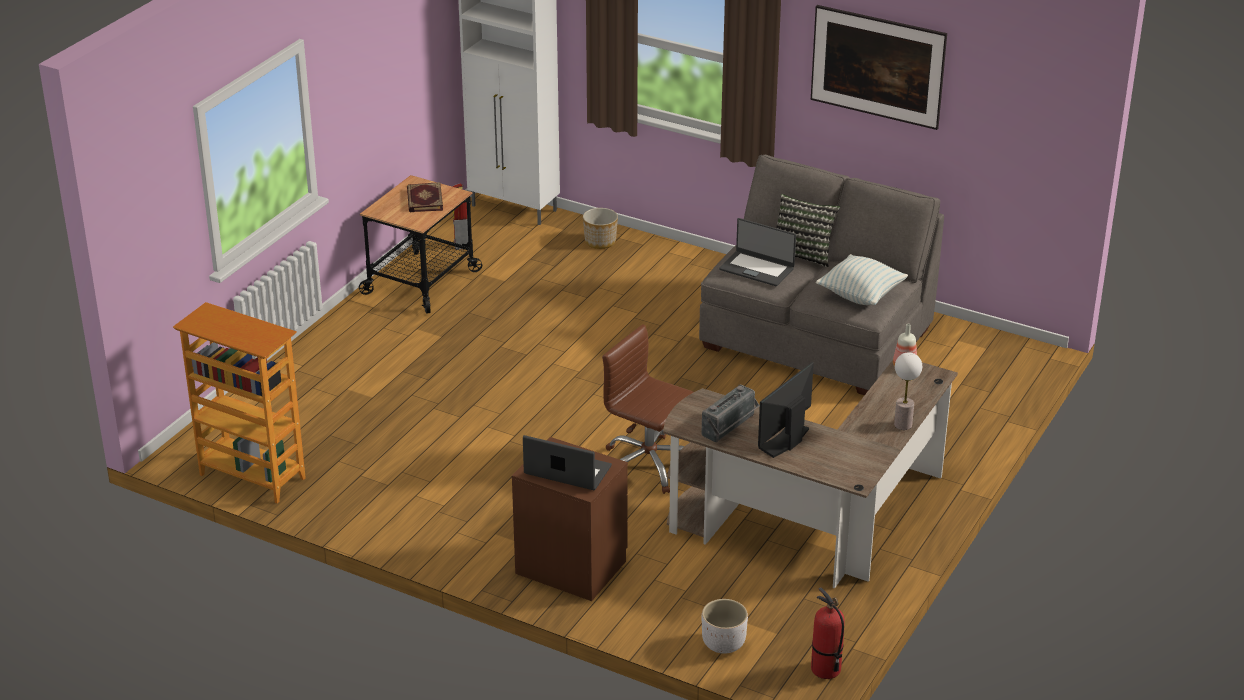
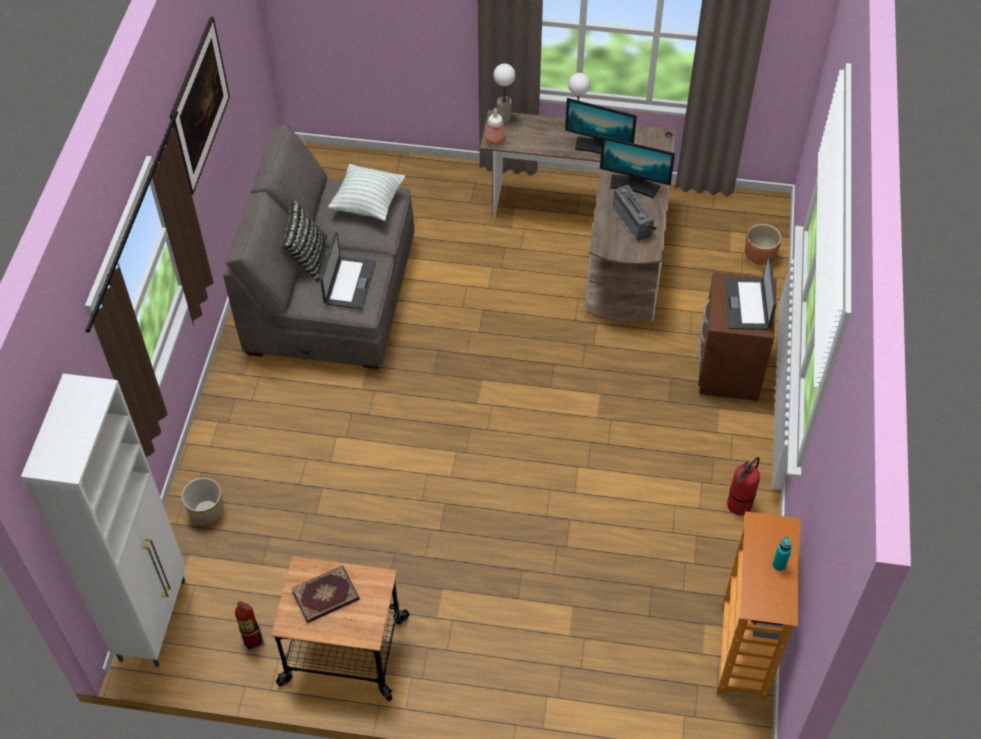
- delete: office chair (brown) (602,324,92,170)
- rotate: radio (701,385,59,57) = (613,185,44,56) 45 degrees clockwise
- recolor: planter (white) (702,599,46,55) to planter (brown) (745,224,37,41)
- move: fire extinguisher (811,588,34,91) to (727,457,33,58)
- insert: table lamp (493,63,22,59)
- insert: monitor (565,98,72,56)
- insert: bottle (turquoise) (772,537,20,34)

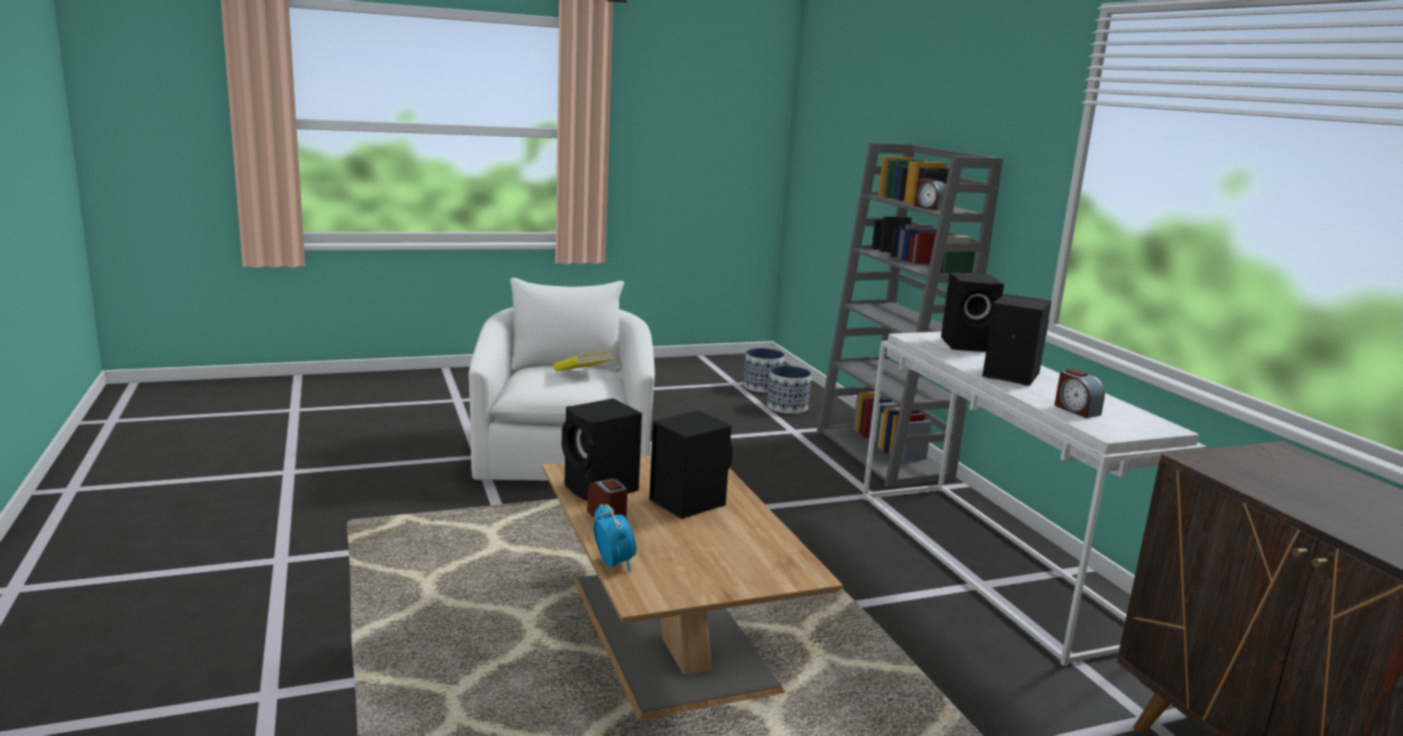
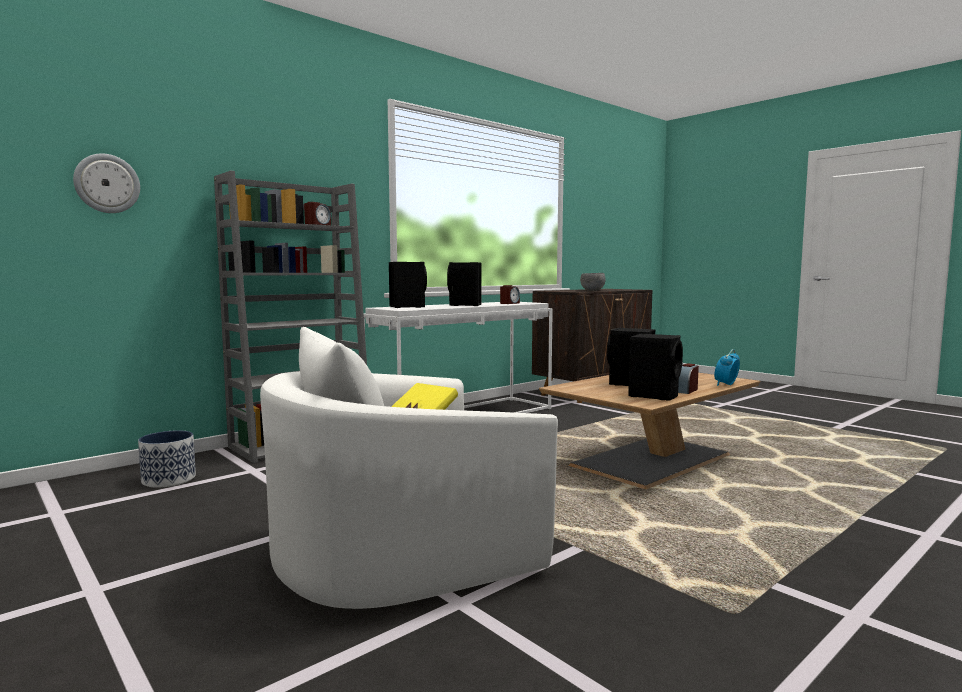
- delete: planter (743,348,42,45)
- insert: wall clock (73,153,67,60)
- insert: bowl (grey) (580,273,25,18)

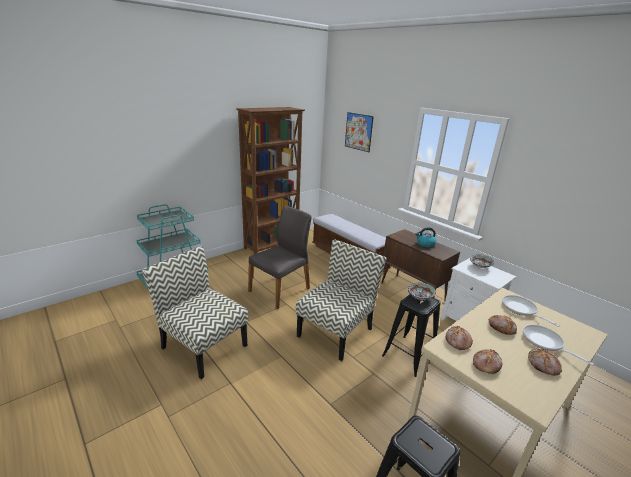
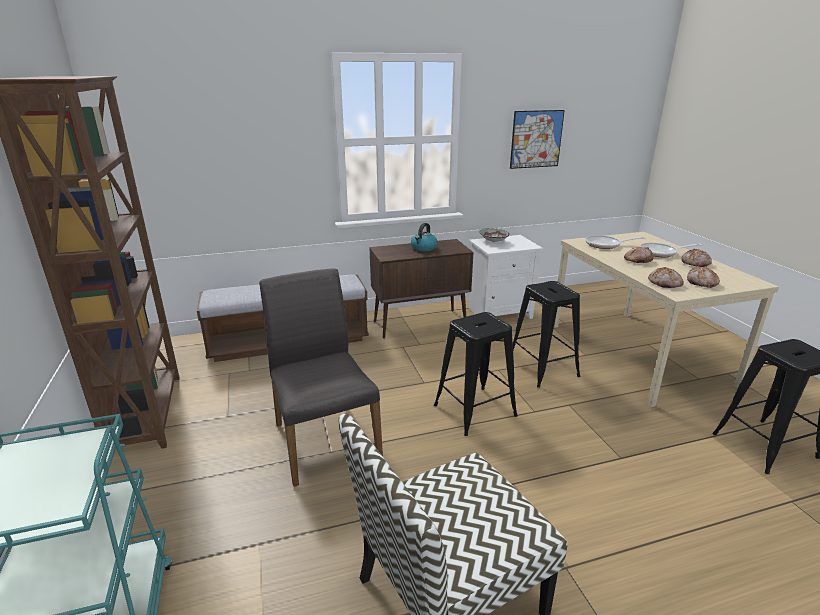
- replace: chair (296,239,90,122) to stool (black) (434,312,84,124)
- move: picture (345,112,29,40) to (510,110,55,59)
- delete: bowl (408,283,28,17)

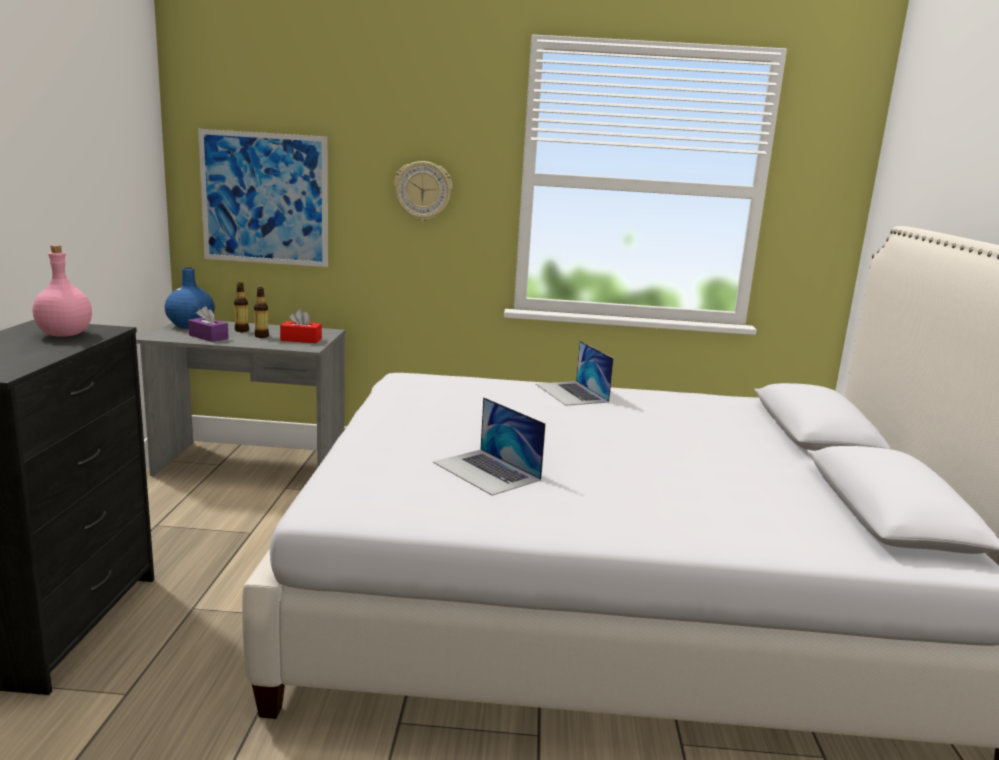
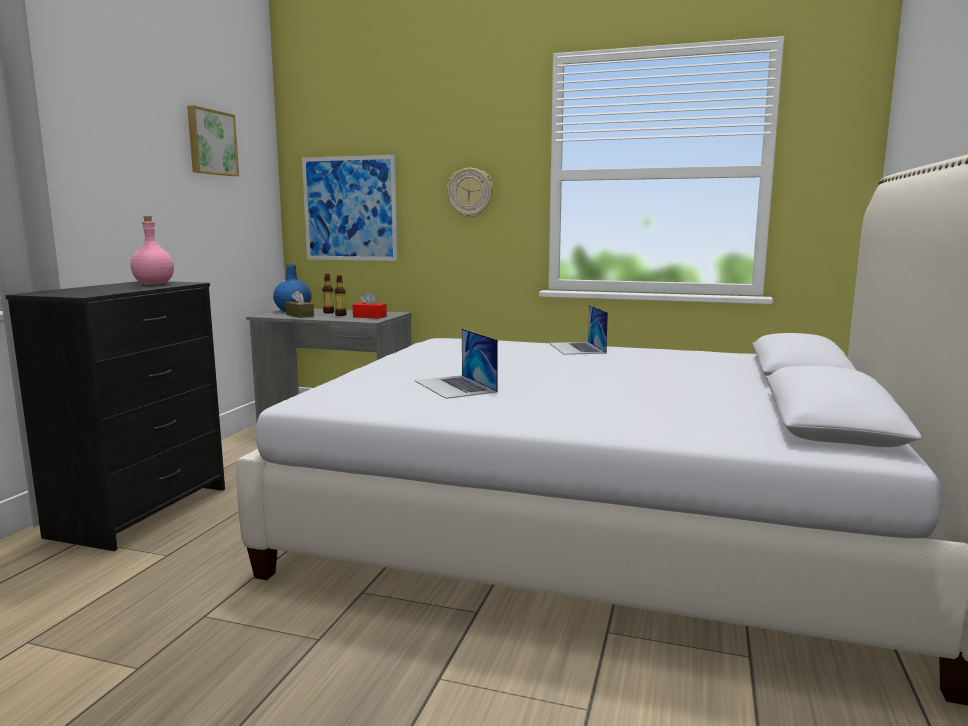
- recolor: tissue box (purple) (188,306,41,36) to tissue box (brown) (286,290,28,28)
- insert: picture (187,105,52,71)

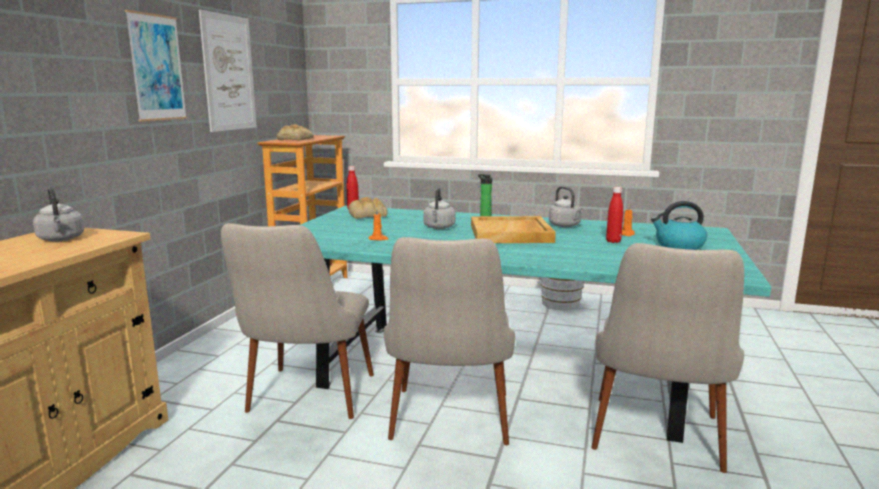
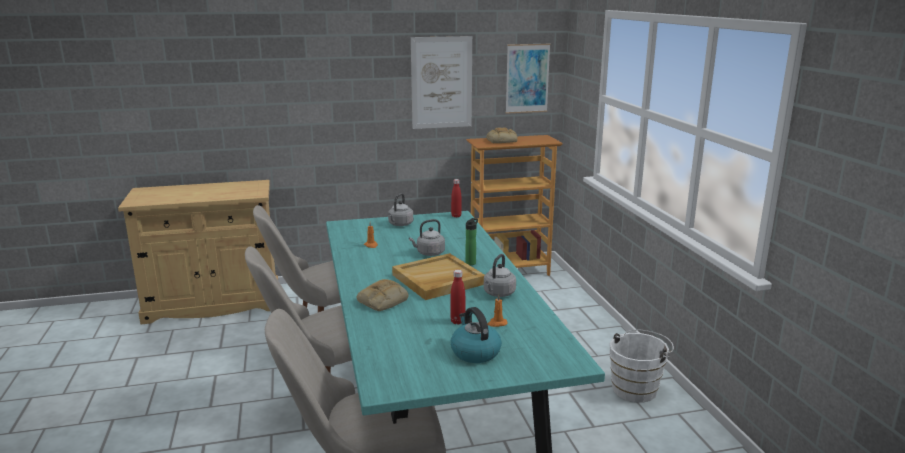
- move: kettle (grey) (33,187,51,54) to (388,193,25,33)
- move: picture (125,10,62,112) to (506,44,44,70)
- move: bread (349,197,38,22) to (357,279,51,32)

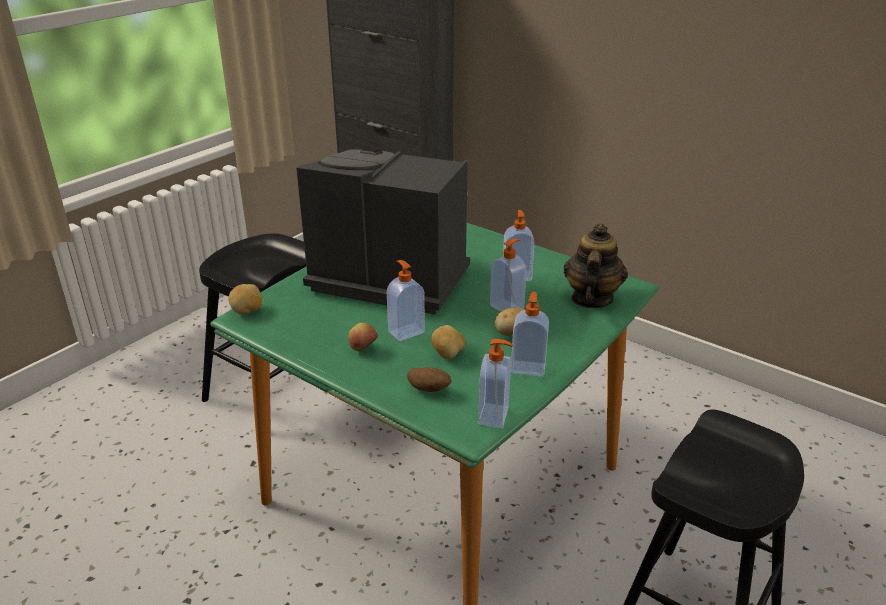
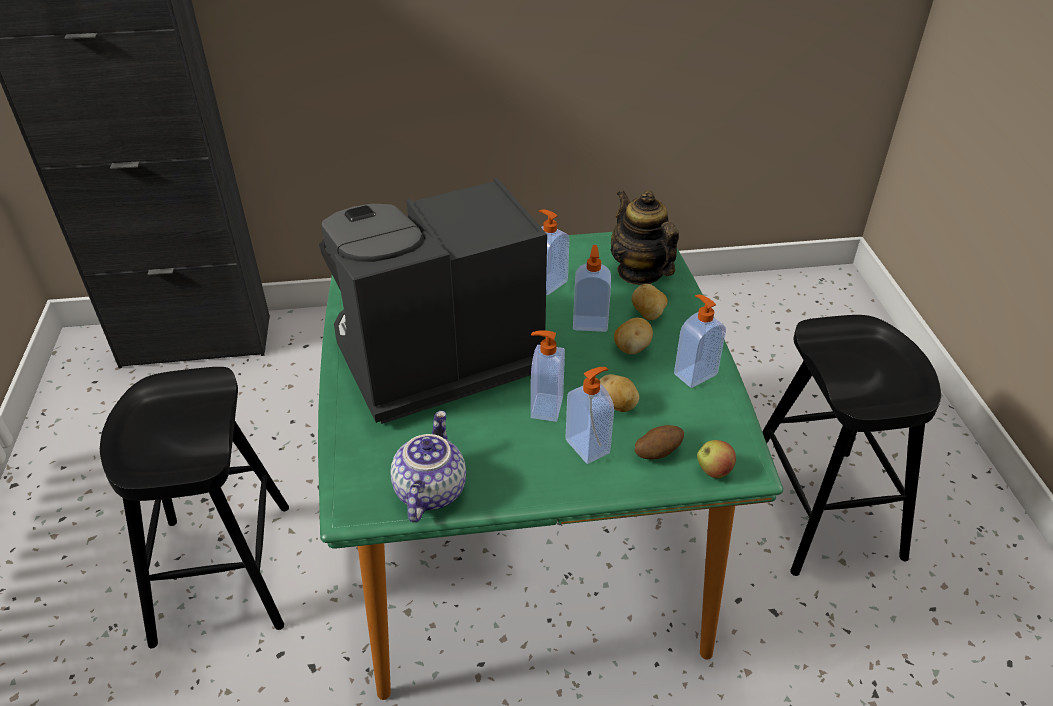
- move: potato (229,284,33,30) to (632,284,36,36)
- move: apple (349,322,28,29) to (697,440,39,39)
- move: soap dispenser (478,339,35,89) to (566,367,48,97)
- insert: teapot (390,411,76,112)

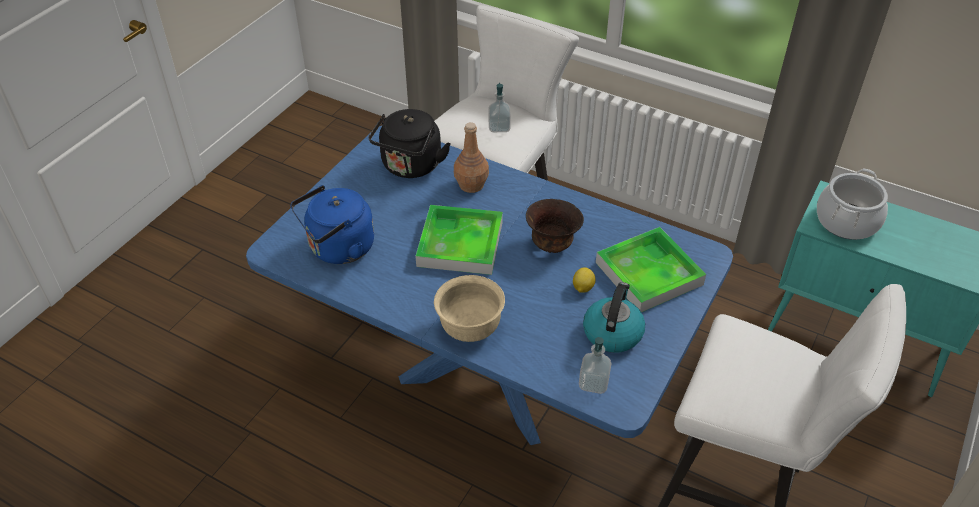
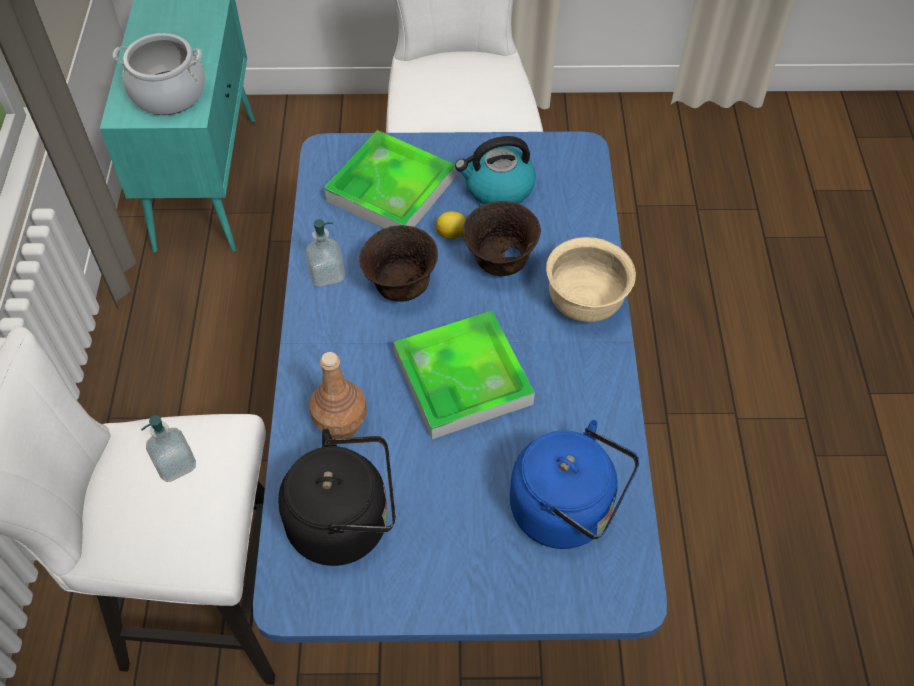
- move: soap dispenser (579,337,32,57) to (306,219,39,68)
- insert: bowl (brown) (463,201,78,75)

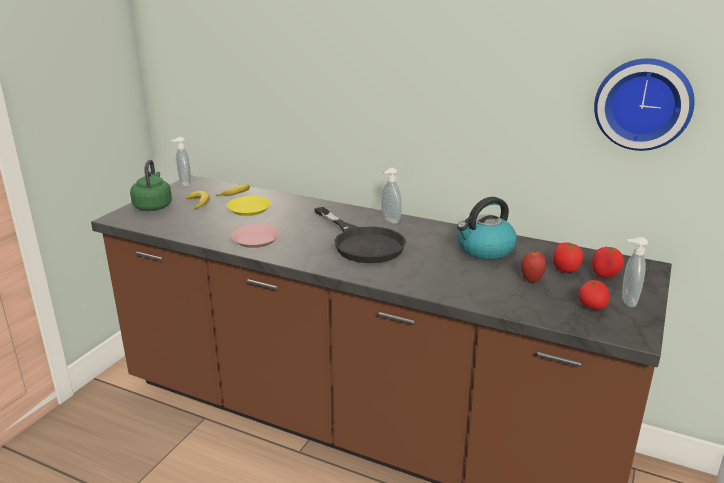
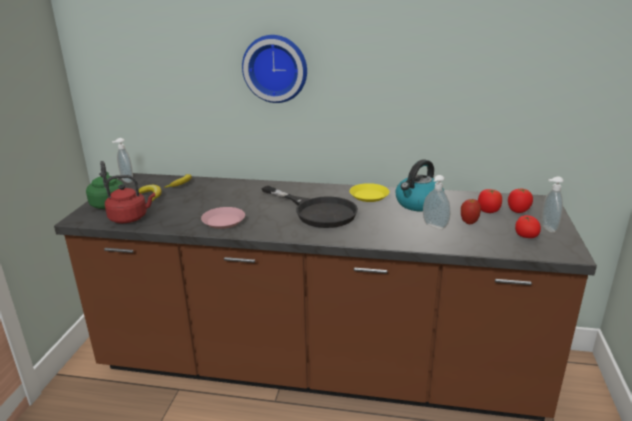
- move: plate (yellow) (227,196,44,20) to (350,183,39,19)
- move: soap dispenser (381,168,21,56) to (423,175,27,54)
- move: wall clock (594,58,100,93) to (242,35,65,68)
- insert: kettle (red) (105,175,50,48)

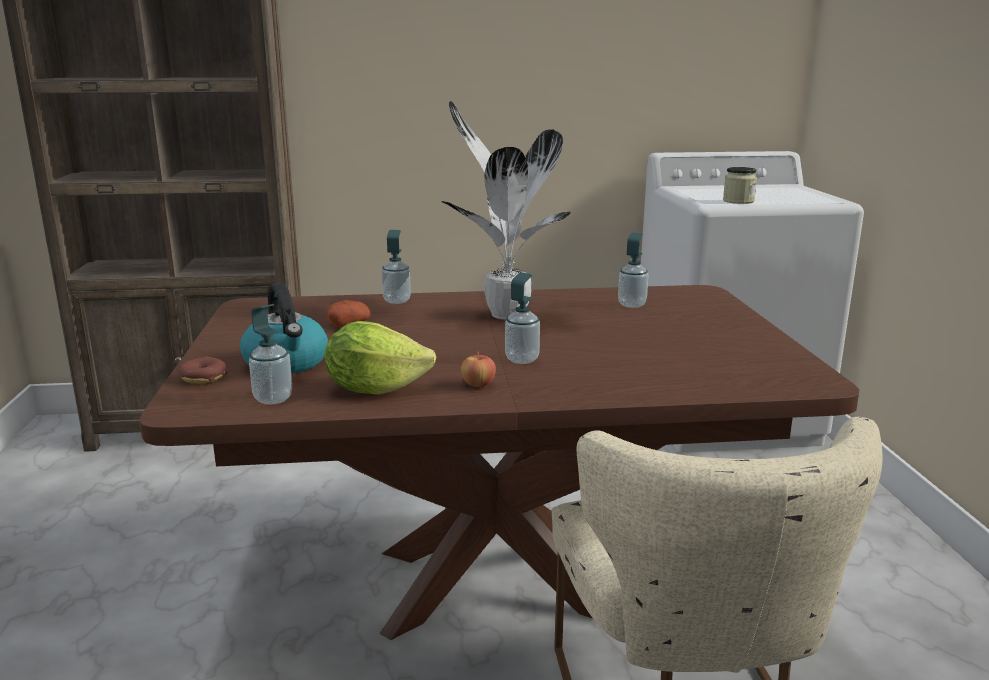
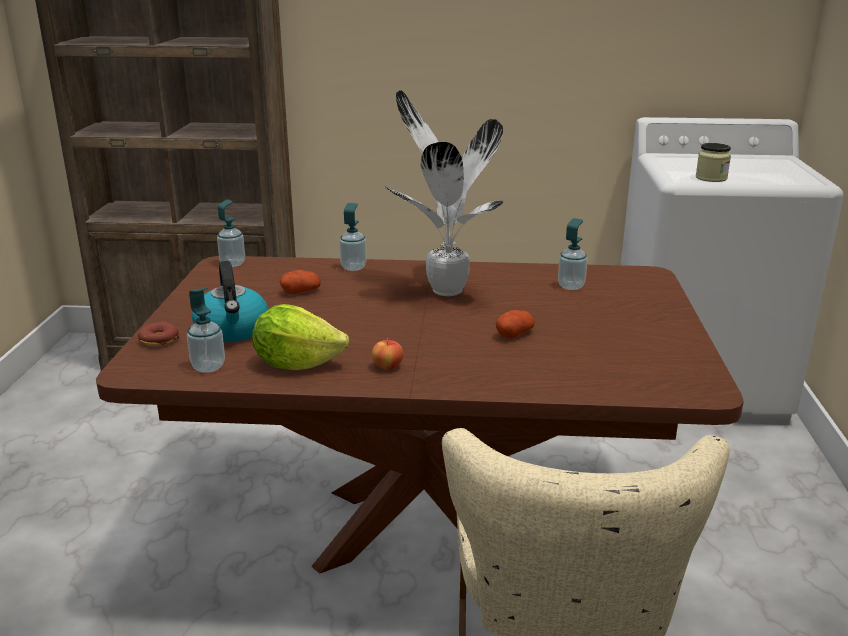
- move: soap dispenser (505,273,35,91) to (217,200,28,67)
- insert: potato (496,310,39,29)

